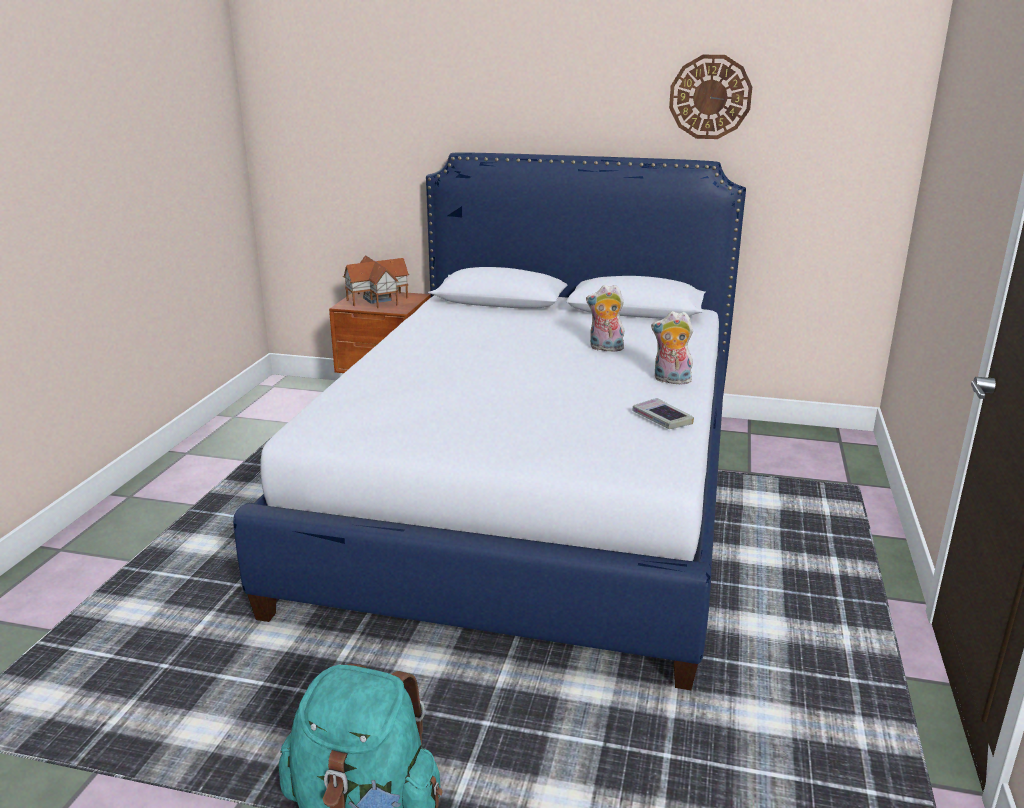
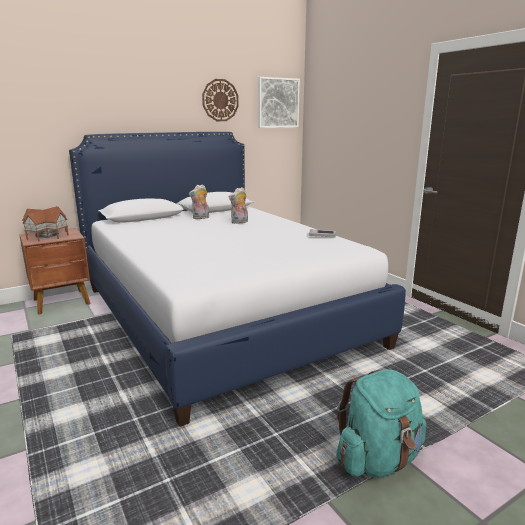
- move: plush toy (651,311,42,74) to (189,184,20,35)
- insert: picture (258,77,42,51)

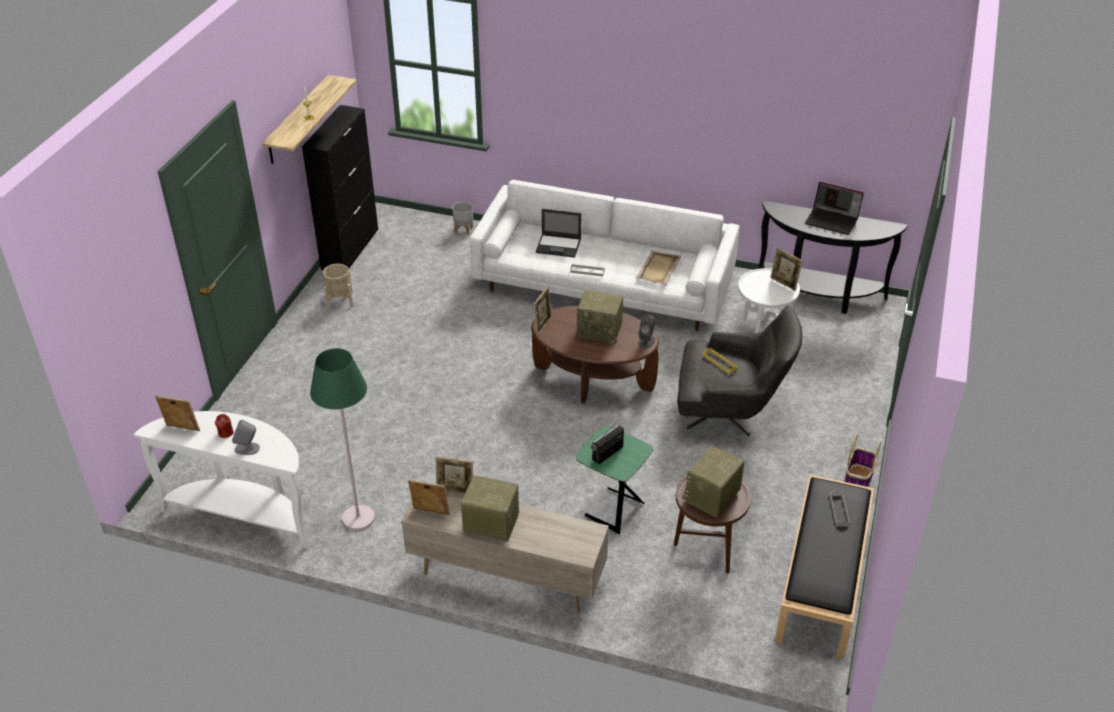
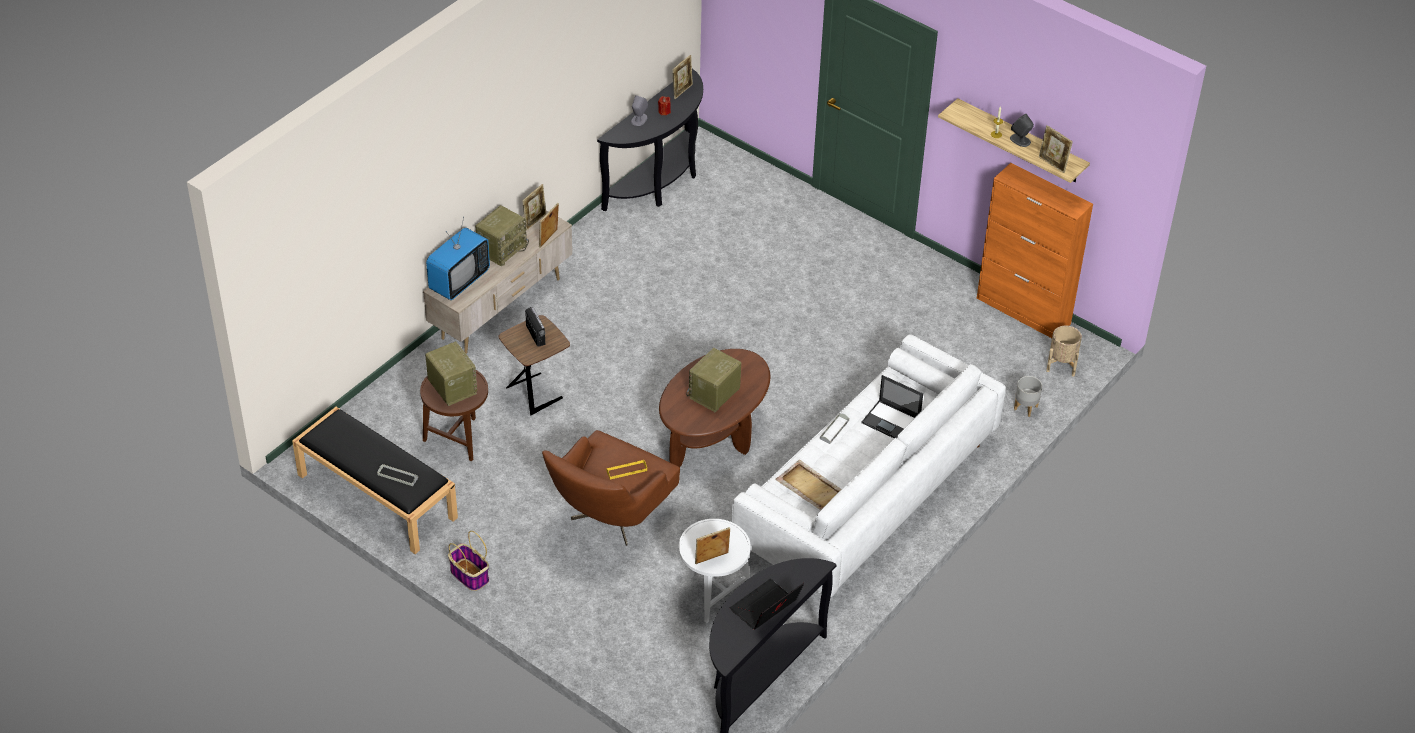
- recolor: console table (white) (134,411,176,138) to console table (black) (597,69,106,142)
- recolor: cabinet (black) (302,105,76,165) to cabinet (orange) (977,163,116,175)
- delete: floor lamp (green) (310,348,65,183)
- move: planter (beige) (323,264,30,45) to (1046,326,36,51)
- move: picture frame (534,287,17,48) to (1039,125,34,48)
- rotate: laptop (536,209,45,49) = (861,375,62,64) 90 degrees counterclockwise
- recolor: side table (green) (576,426,77,108) to side table (brown) (499,315,71,100)
- move: speaker (grey) (638,315,17,33) to (1010,114,24,33)
- recolor: armchair (grey) (677,305,125,131) to armchair (brown) (542,430,138,116)
- insert: television (426,217,64,83)

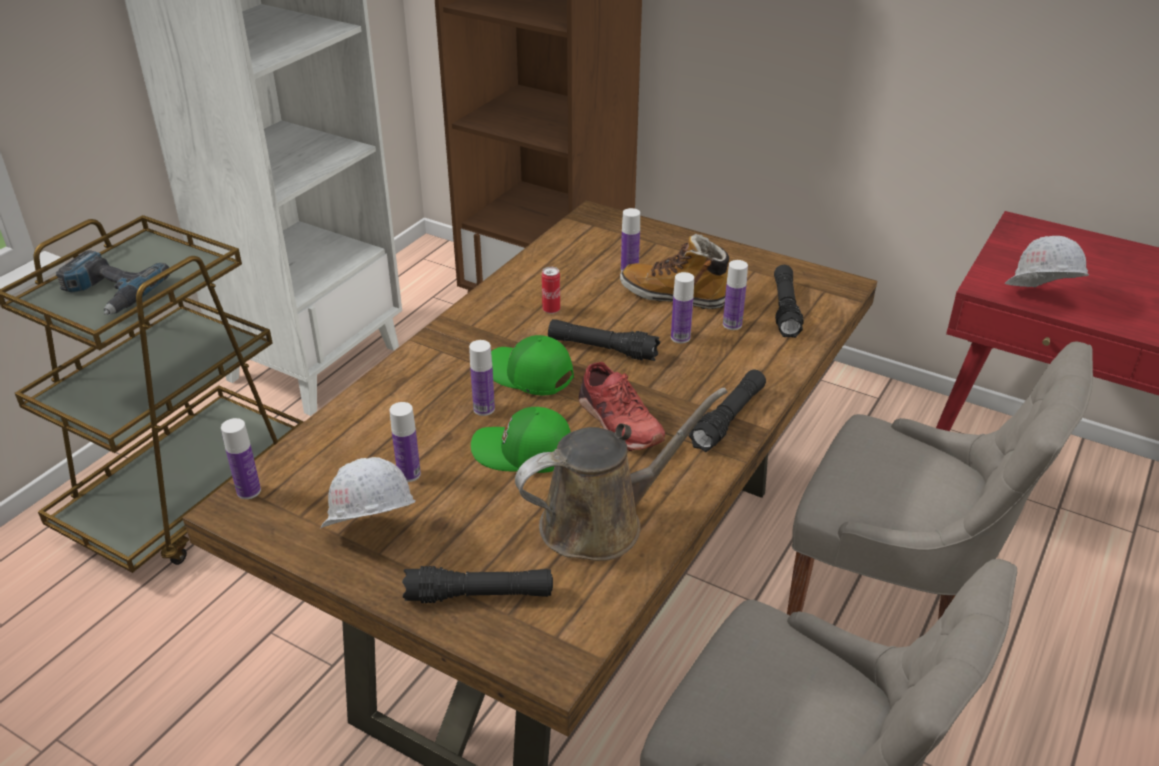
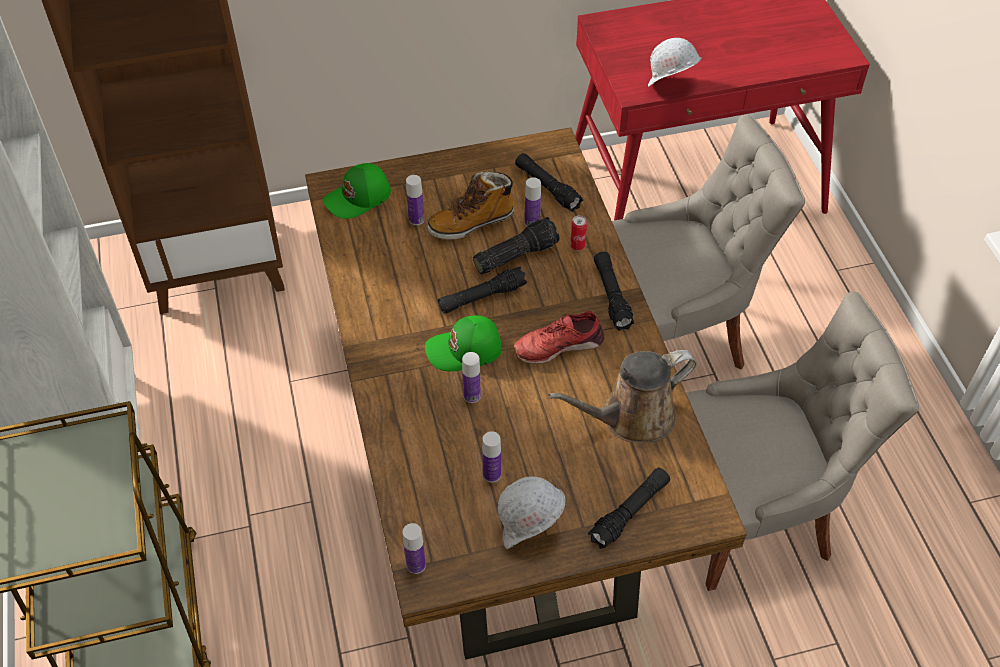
- delete: power drill (56,250,114,65)
- move: cap (green) (471,407,99,66) to (323,163,68,56)
- rotate: watering can (brown) (515,388,212,173) = (548,350,149,93) 135 degrees counterclockwise
- move: can (542,267,18,47) to (570,215,17,36)
- rotate: shoe (red) (579,362,86,89) = (513,311,91,53) 150 degrees clockwise
- replace: bottle (671,272,23,71) to flashlight (473,217,87,57)

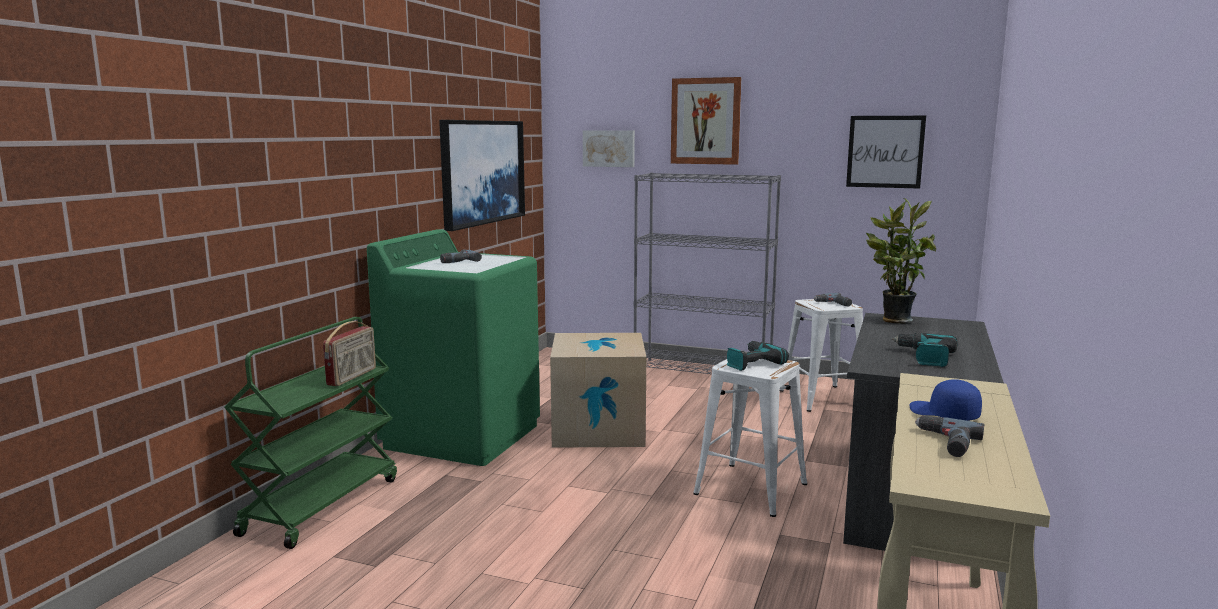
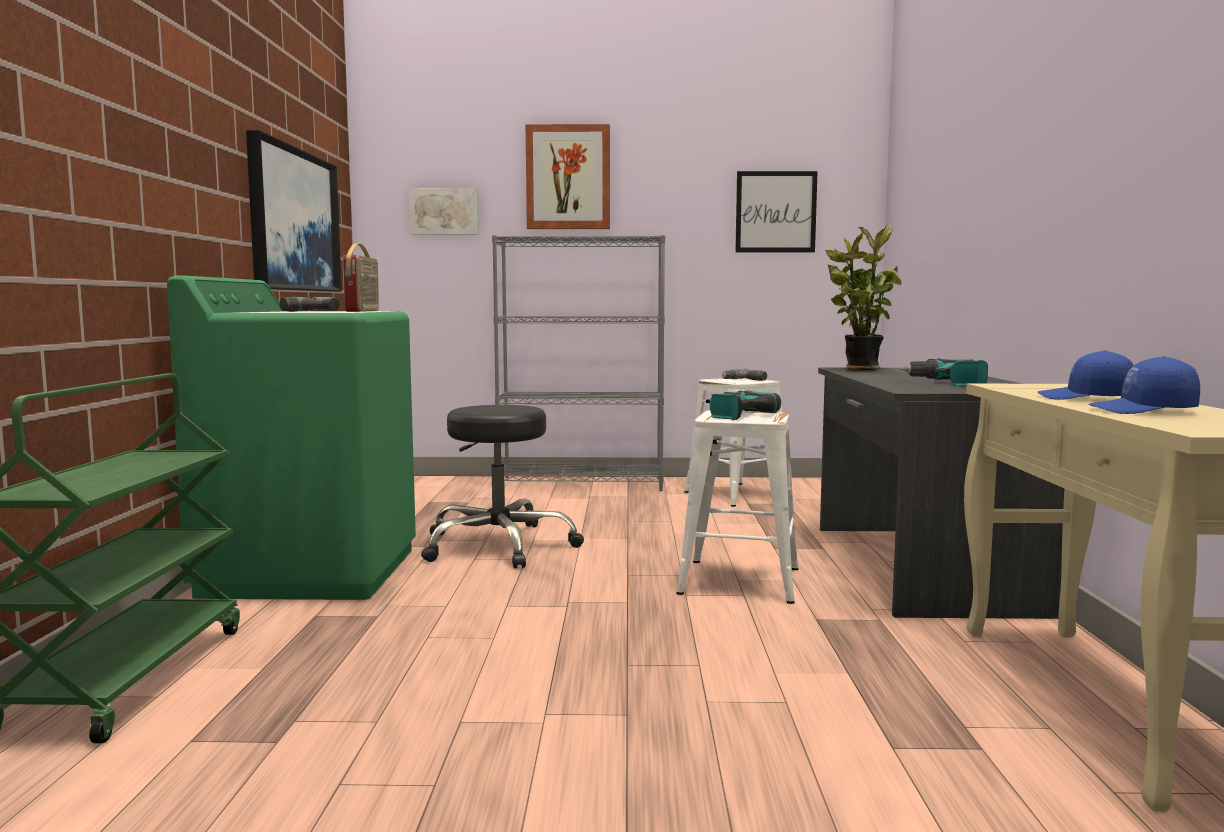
- move: radio (323,321,53,65) to (343,243,36,69)
- replace: cardboard box (550,333,96,115) to stool (black) (421,405,163,163)
- replace: power drill (915,416,69,41) to cap (blue) (1088,356,112,58)

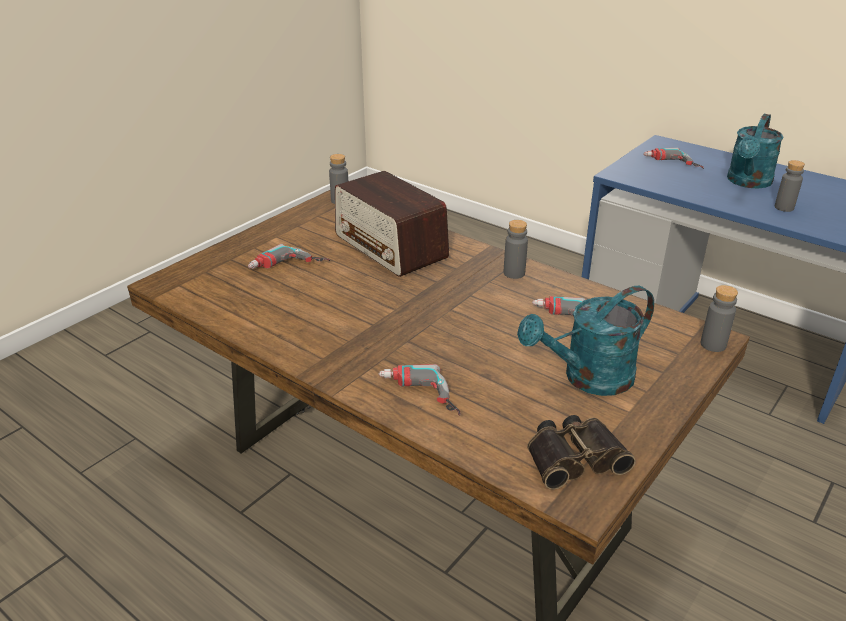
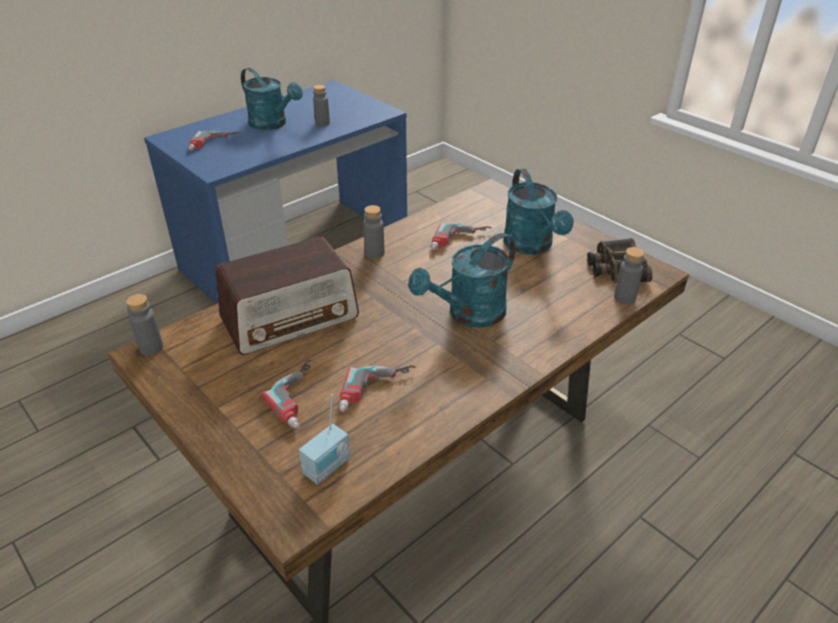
- move: power drill (379,364,81,52) to (339,365,77,47)
- move: bottle (grey) (701,285,37,67) to (614,247,31,57)
- insert: radio (299,394,51,91)
- insert: watering can (turquoise) (408,233,108,95)

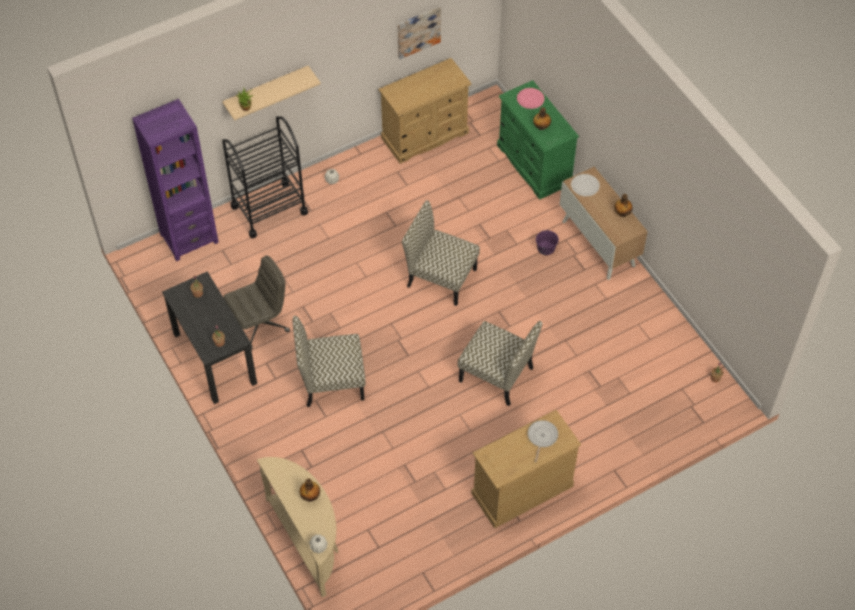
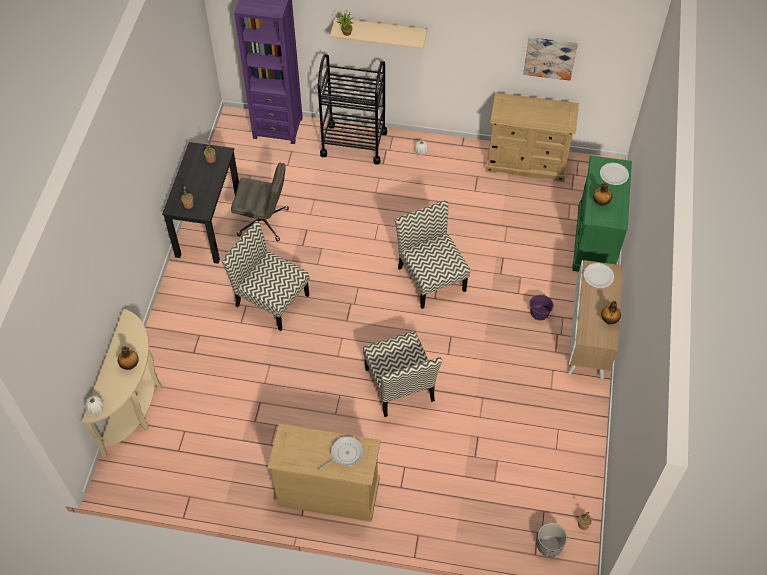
- recolor: plate (pink) (517,88,28,21) to plate (white) (600,163,29,22)
- insert: planter (537,523,30,34)

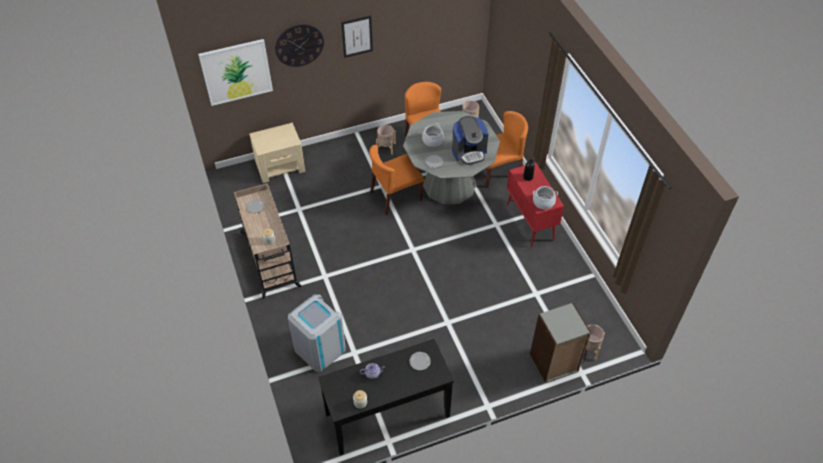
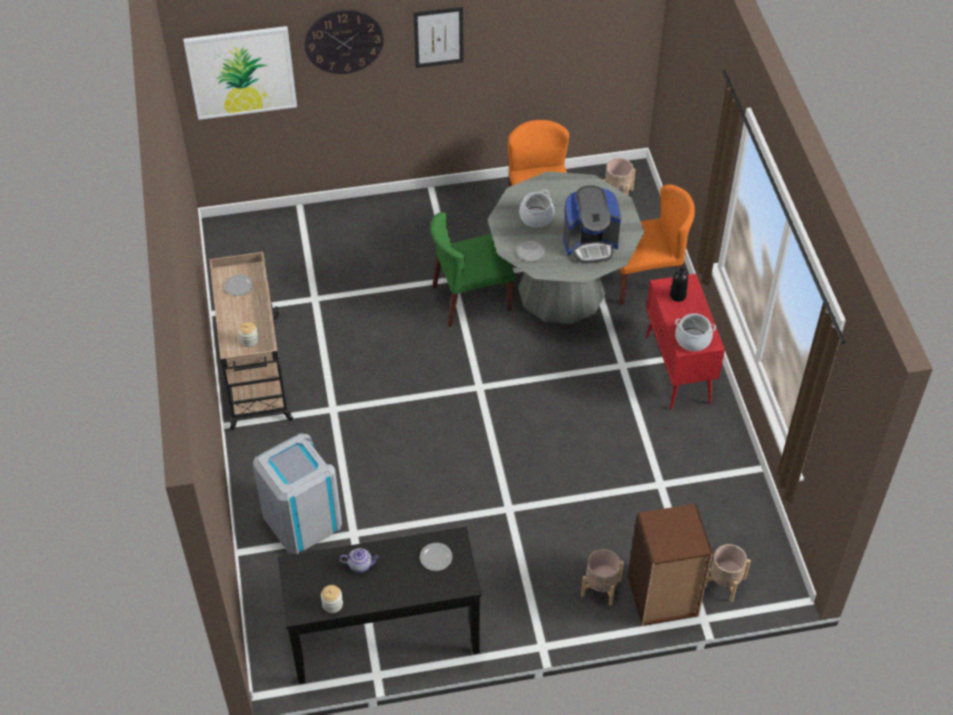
- delete: nightstand (beige) (249,123,56,60)
- recolor: chair (orange) (369,145,55,70) to chair (green) (430,212,85,115)
- move: planter (beige) (376,125,20,30) to (581,549,43,57)
- recolor: bookcase (grey) (530,303,61,80) to bookcase (brown) (628,503,85,123)

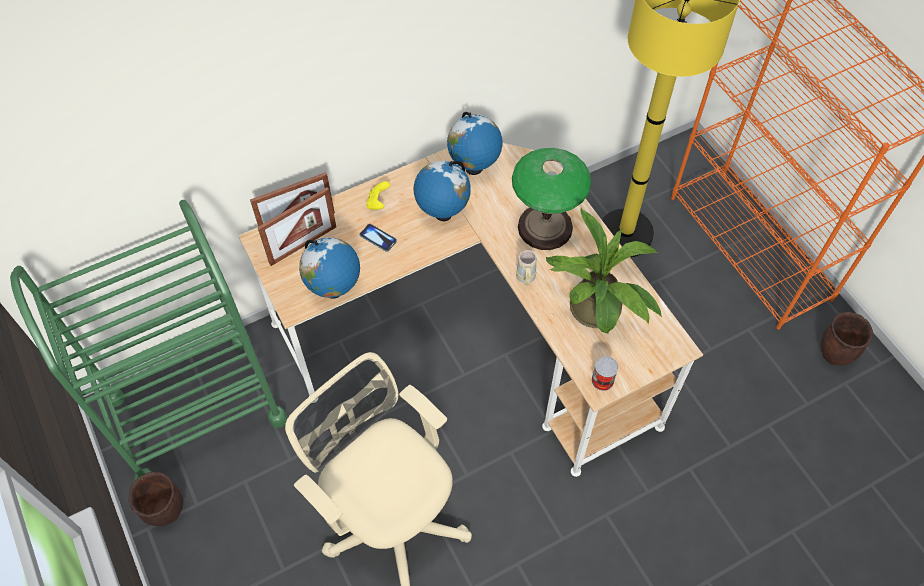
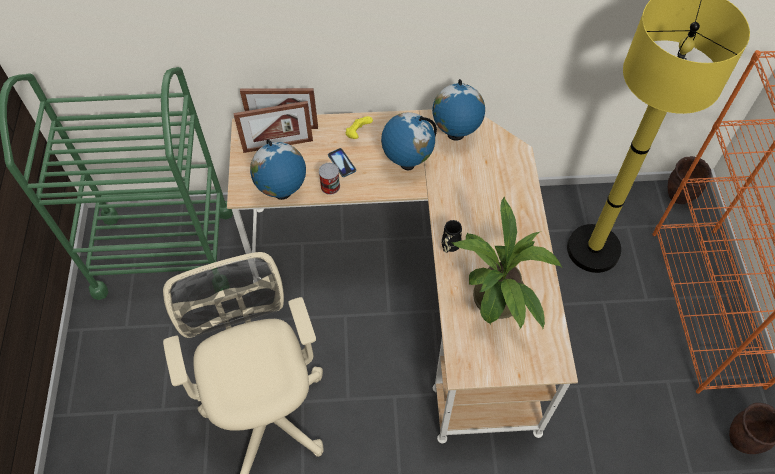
- move: planter (brown) (129,472,54,54) to (668,156,43,48)
- delete: table lamp (512,148,79,102)
- recolor: mug (beige) (516,250,21,35) to mug (black) (442,220,20,33)
- move: can (591,356,28,35) to (319,163,21,32)

